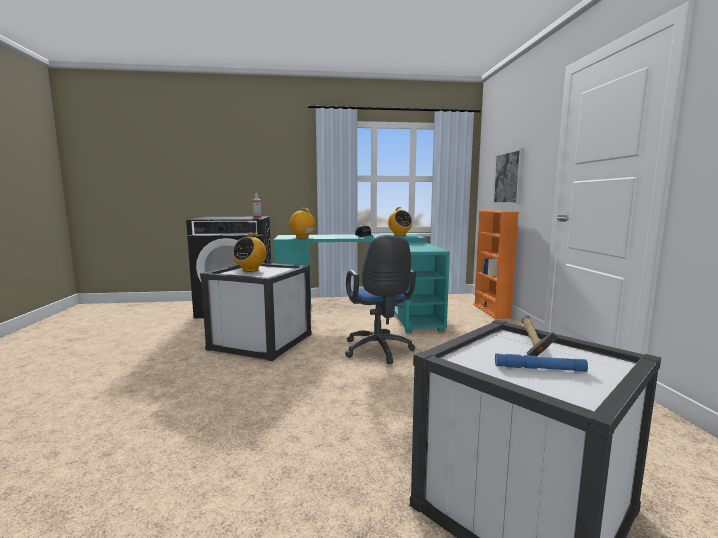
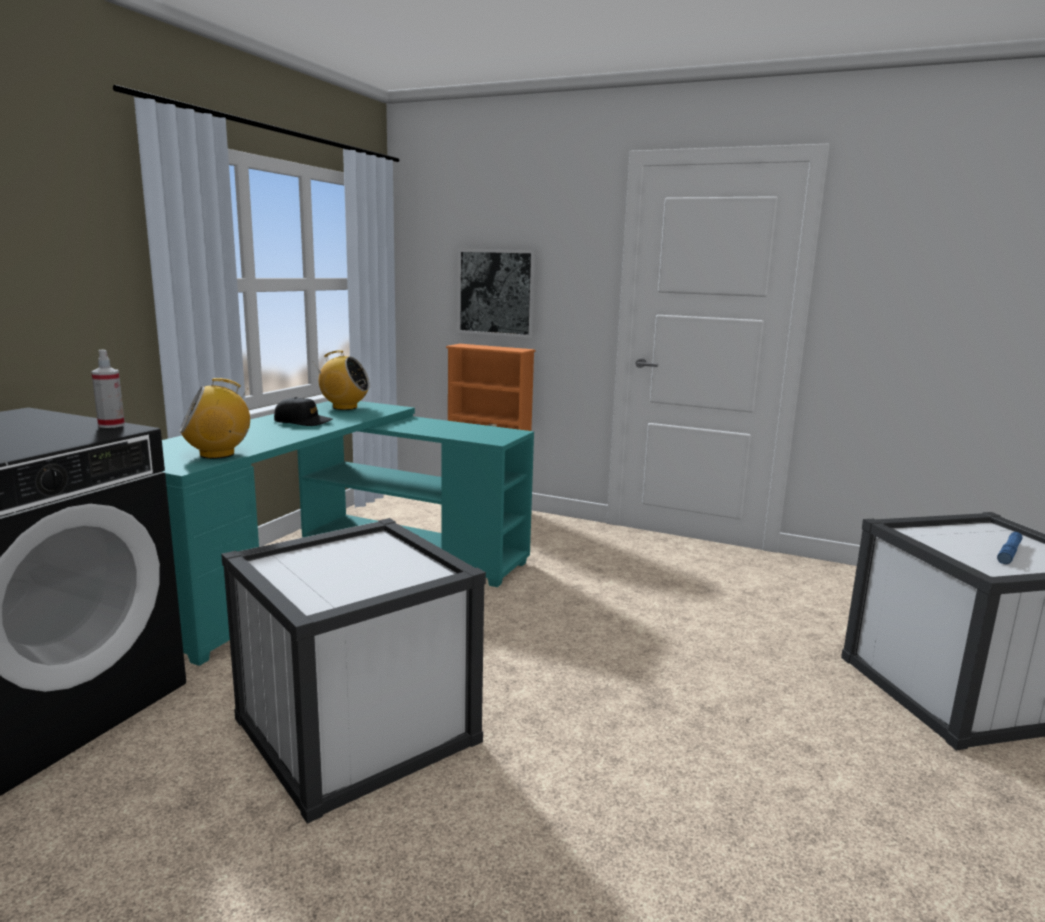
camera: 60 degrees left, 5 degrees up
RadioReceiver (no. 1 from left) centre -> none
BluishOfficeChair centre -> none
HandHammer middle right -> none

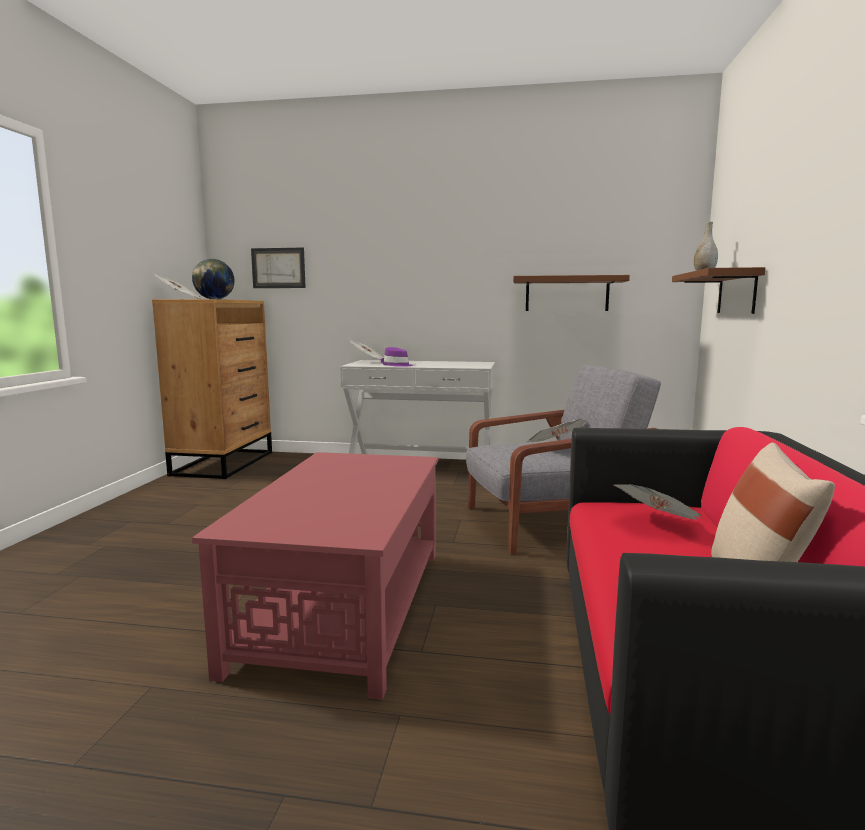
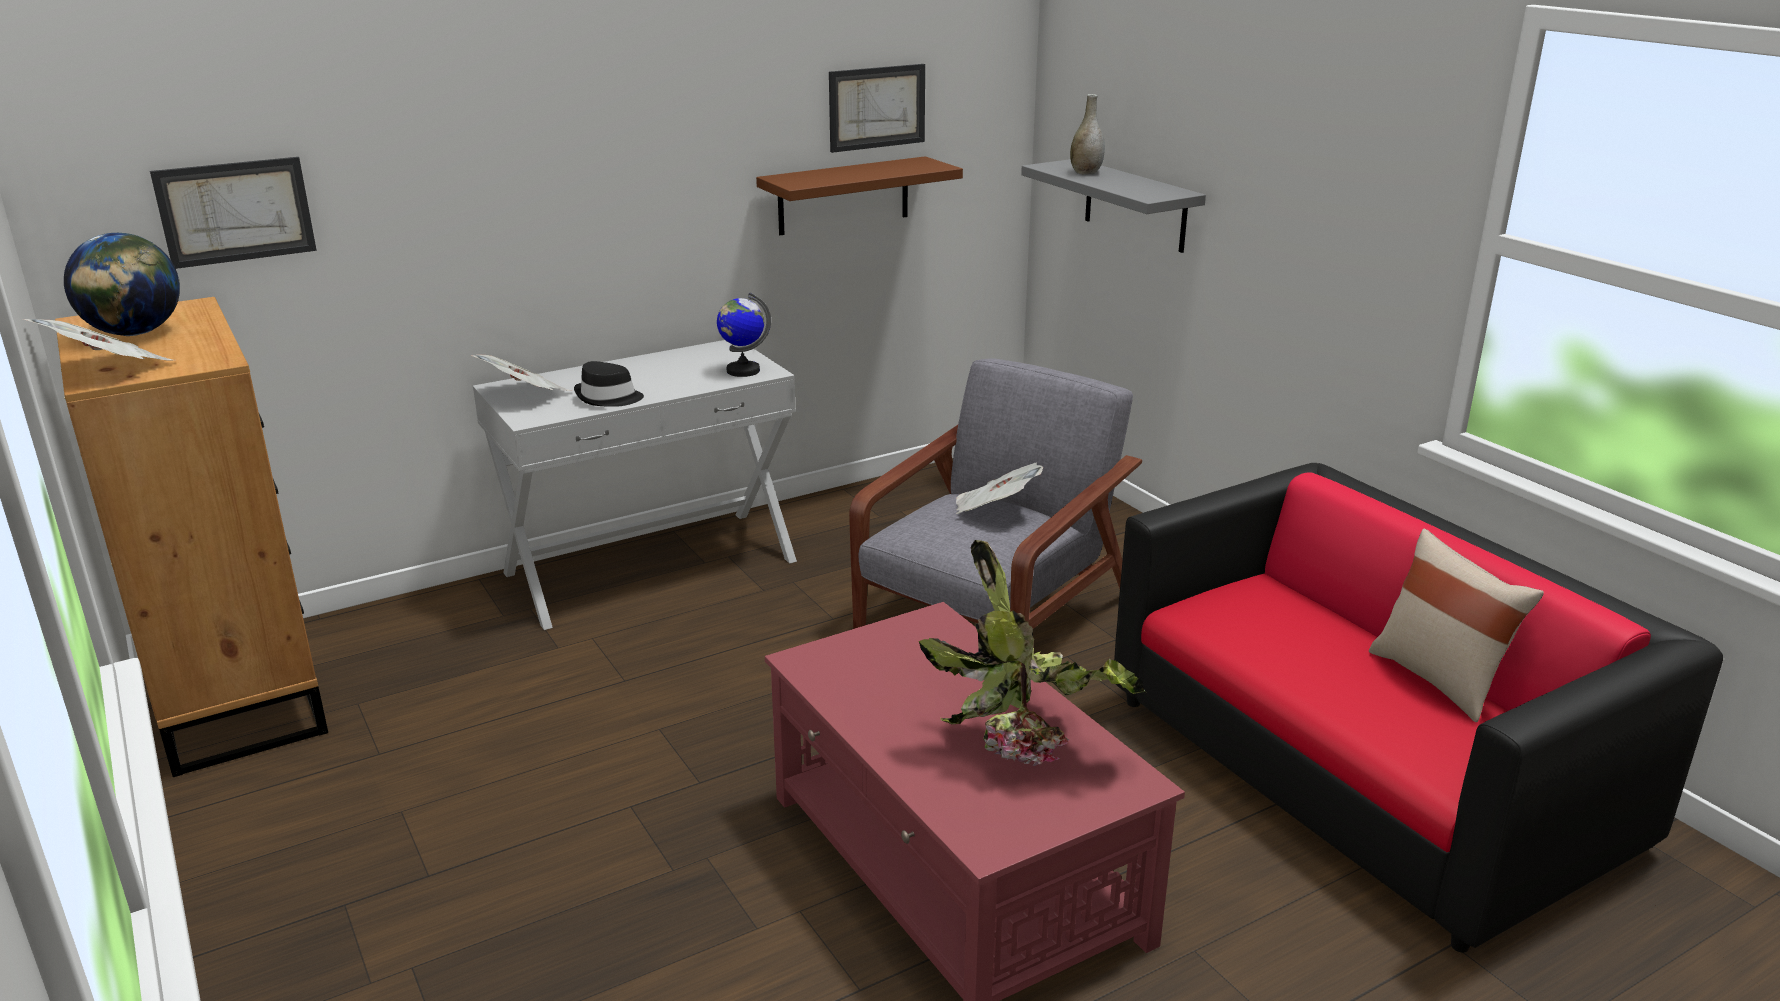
camera: 40 degrees left, 15 degrees up
PurplishHat centre -> BlackHat centre
none -> DeskGlobe (no. 2 from left) centre
none -> Picture (no. 2 from left) top centre
none -> Houseplant centre
BrownBracketShelf (no. 2 from left) middle right -> GreyishBracketShelf top centre
PrintedPaper (no. 4 from left) middle right -> none

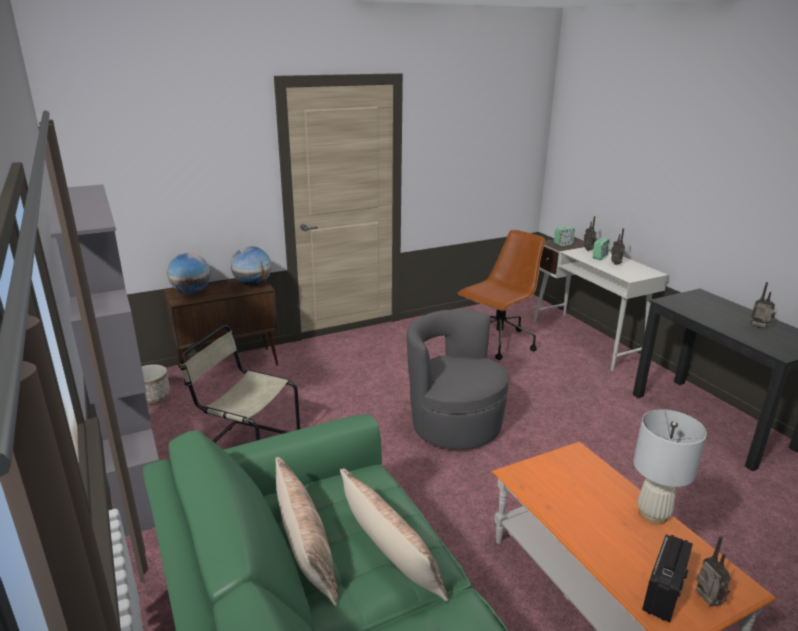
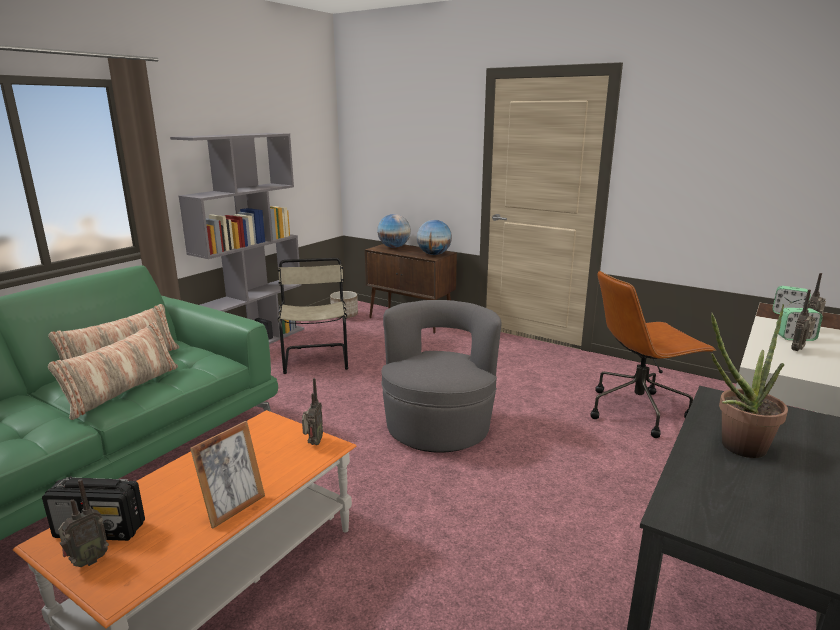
camera: 60 degrees right, 5 degrees down
WhiteColouredLampForATable bottom right -> StandingFrame bottom left
RadioReceiver (no. 5 from left in the first image) middle right -> RadioReceiver (no. 3 from left) centre, shifted
BrownOfficeChair centre -> BrownOfficeChair middle right, 150 degrees clockwise
none -> Houseplant middle right

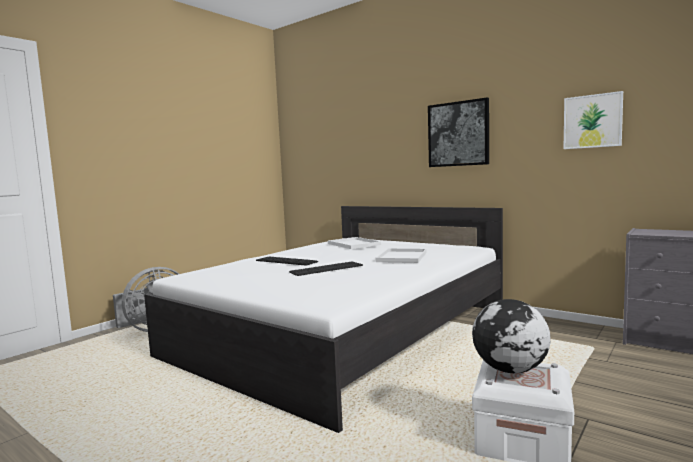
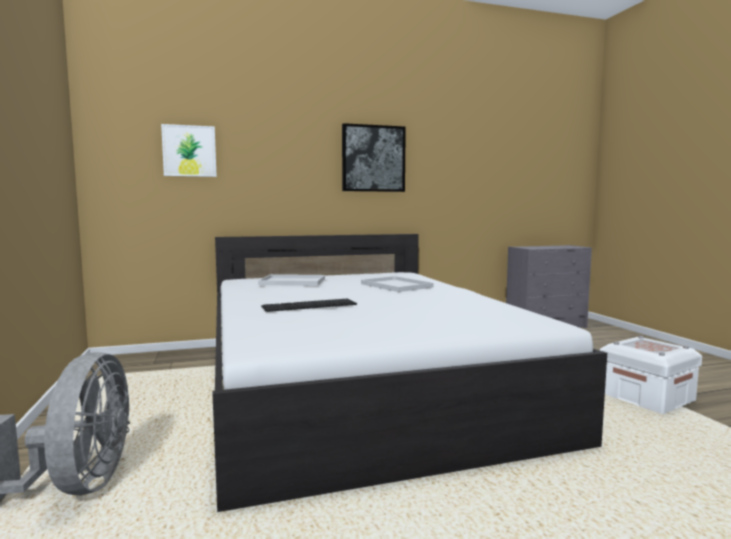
camera: 55 degrees left, 0 degrees up
Picture (no. 2 from left in the first image) top right -> Picture (no. 1 from left) top left, shifted
ComputerKeyboard (no. 2 from left) centre -> none
DeskGlobe bottom right -> none

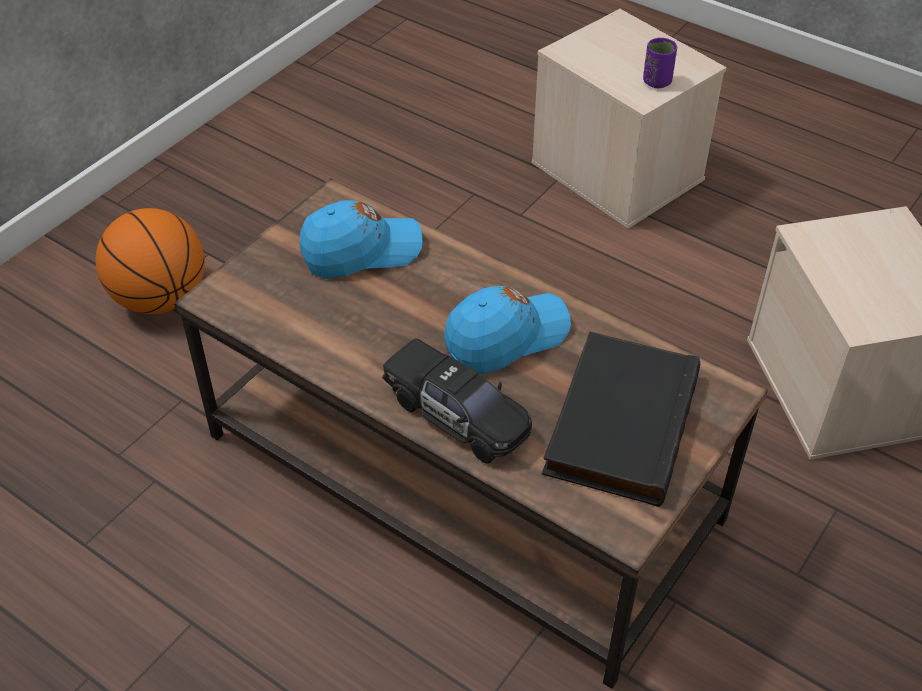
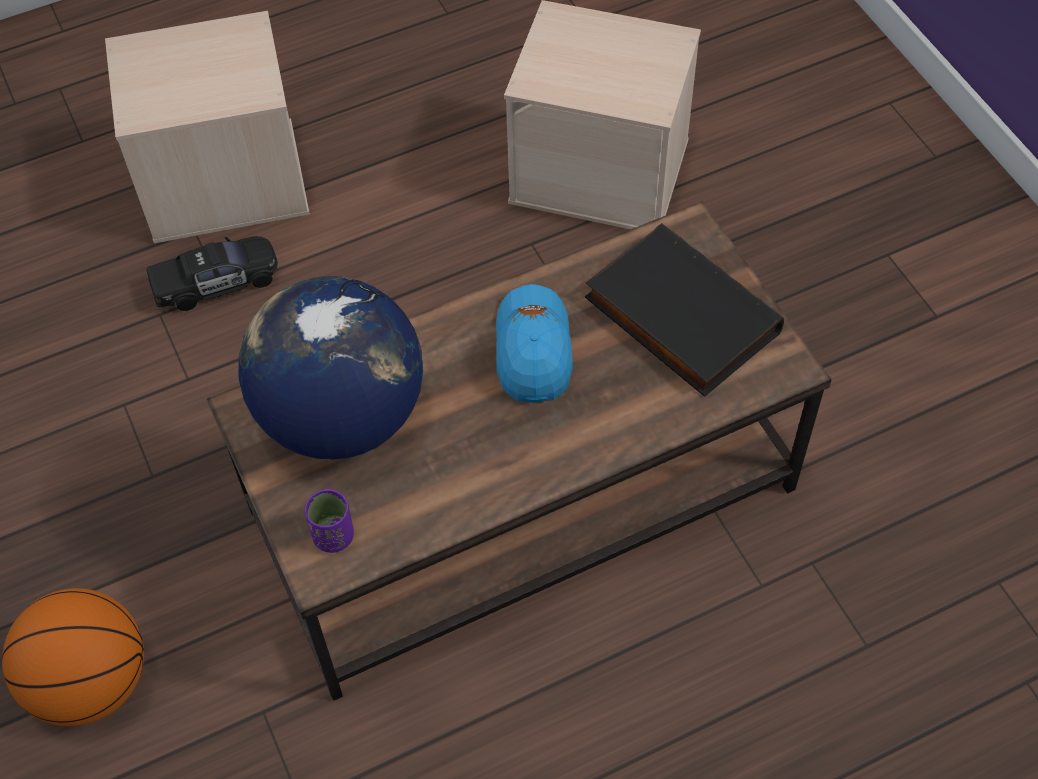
camera: 60 degrees left, 10 degrees up
BlackModelCar centre -> BlackModelCar middle left, shifted
BluishPeakedCap (no. 1 from left) centre -> DeskGlobe middle left
PurplishDrinkingCup top right -> PurplishDrinkingCup bottom left, shifted

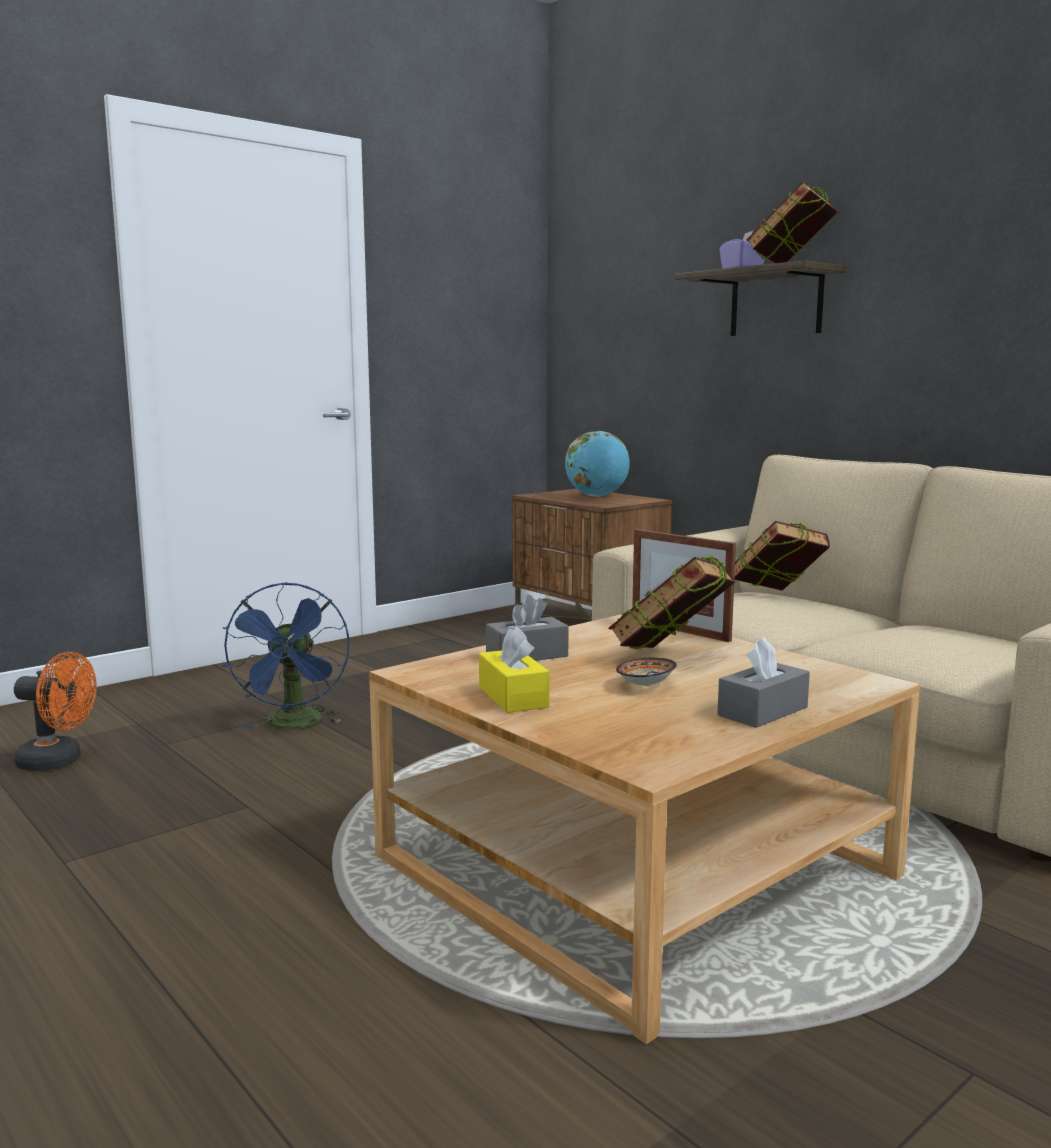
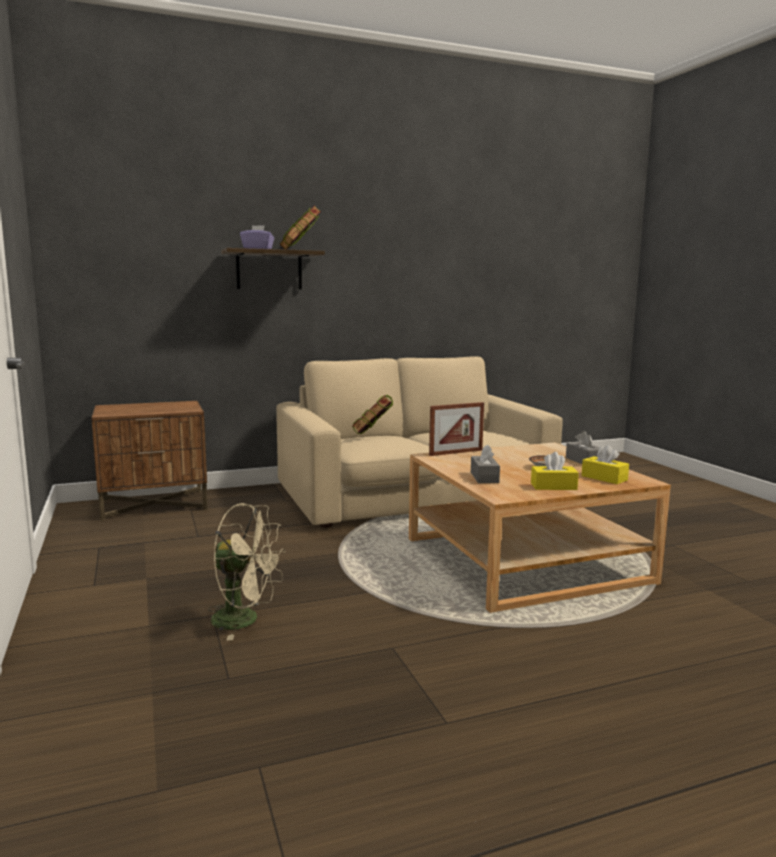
camera: 70 degrees left, 0 degrees up
BluishCoolingFan middle left -> BeigeColouredCoolingFan bottom left
none -> YellowColouredTissueBox (no. 2 from left) middle right
OrangeColouredCoolingFan middle left -> none
DeskGlobe centre -> none
Book (no. 1 from left) centre -> none

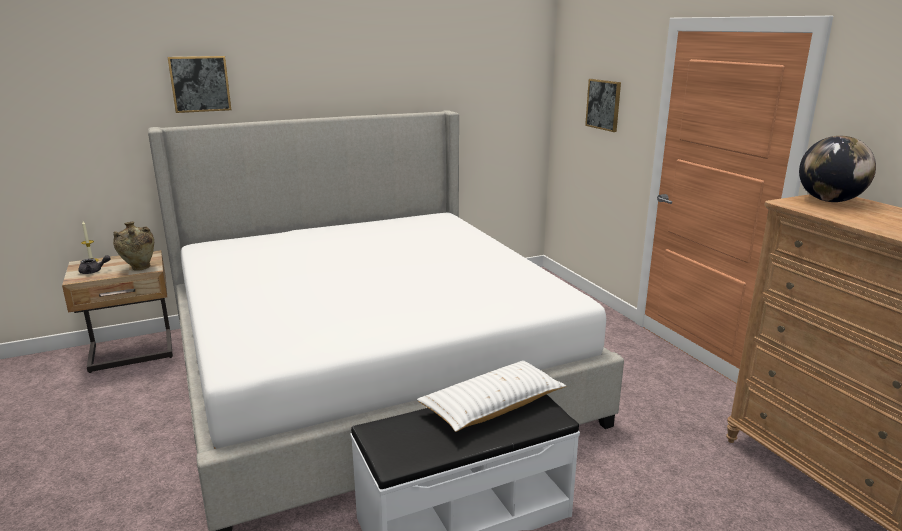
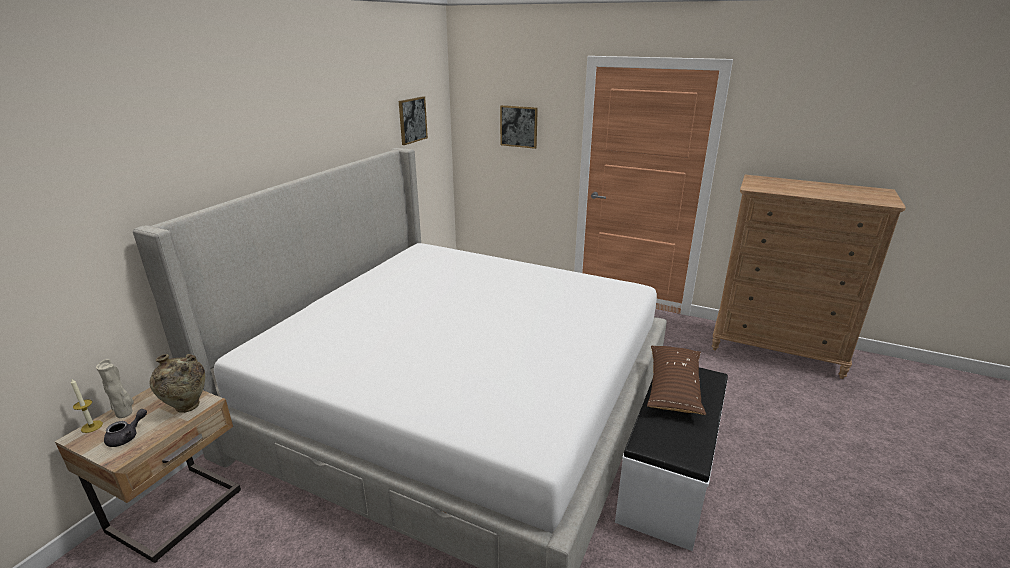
camera: 40 degrees left, 5 degrees up
none -> BeigeColouredDecorativeVase (no. 1 from left) bottom left
Picture (no. 1 from left) top left -> Picture (no. 1 from left) top centre, shifted
WhiteColouredCushion bottom centre -> BrownCushion bottom right
DeskGlobe top right -> none

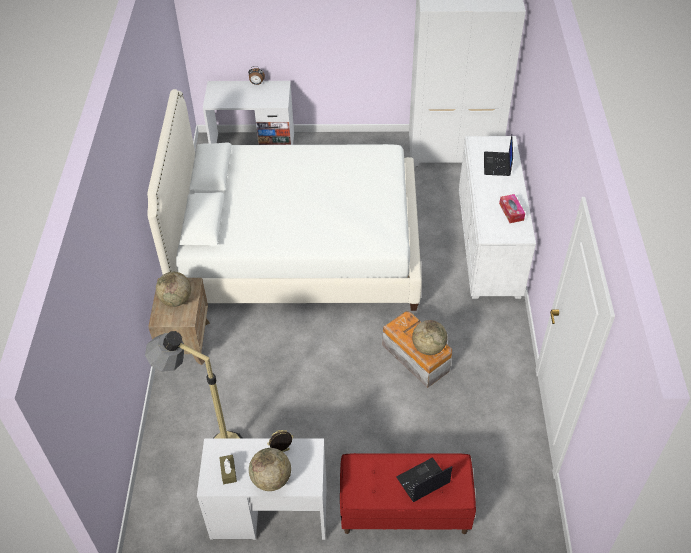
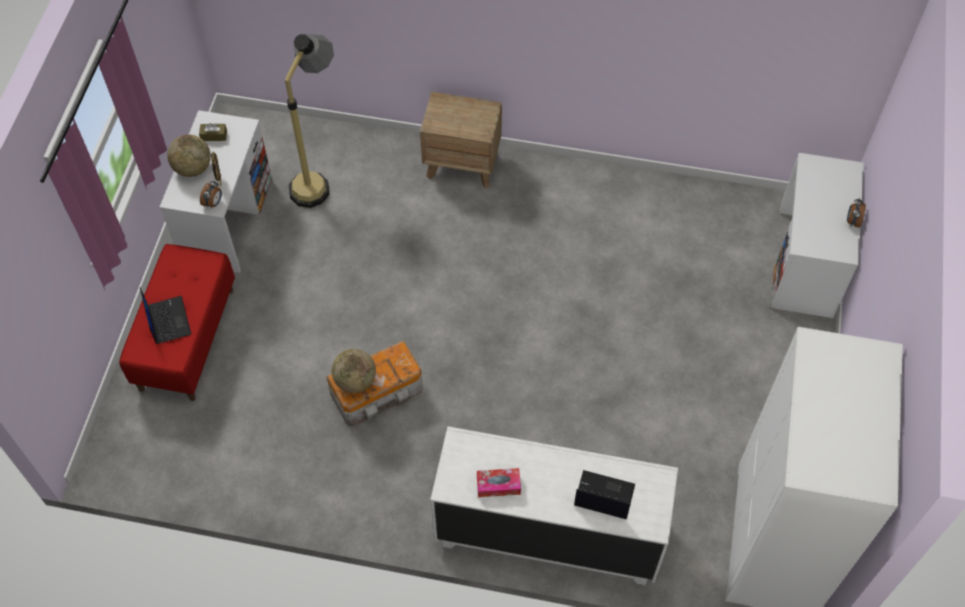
camera: 100 degrees right, 10 degrees up
none -> TableClock (no. 1 from left) top left
WhiteColouredSleepingBed centre -> none
DeskGlobe (no. 1 from left) middle left -> none

